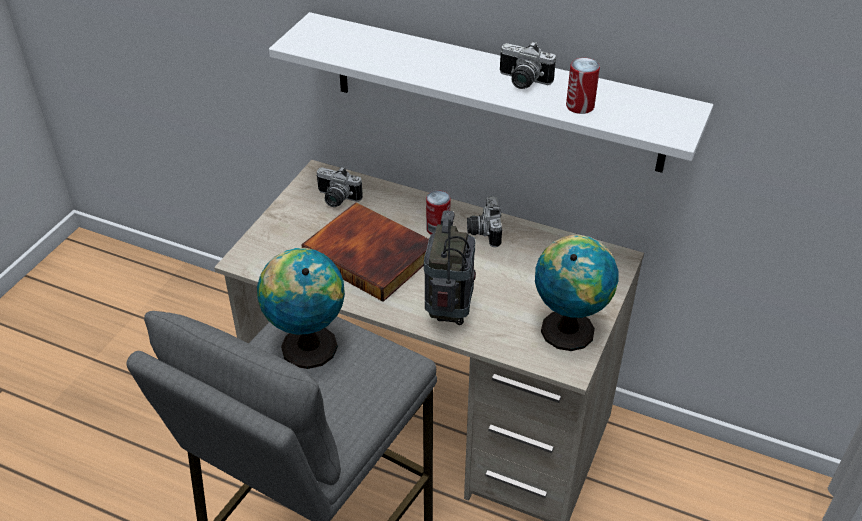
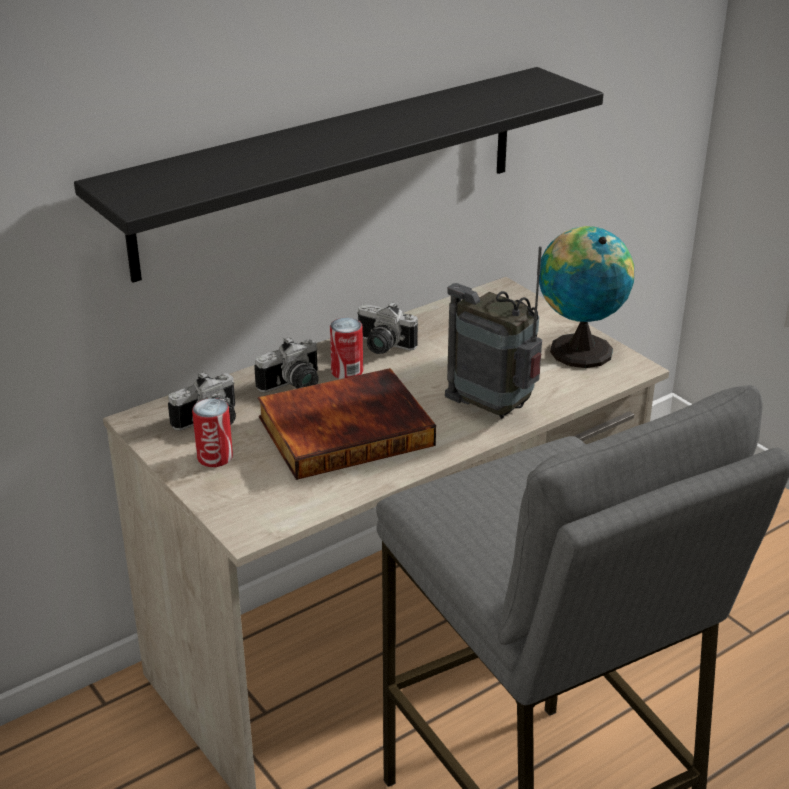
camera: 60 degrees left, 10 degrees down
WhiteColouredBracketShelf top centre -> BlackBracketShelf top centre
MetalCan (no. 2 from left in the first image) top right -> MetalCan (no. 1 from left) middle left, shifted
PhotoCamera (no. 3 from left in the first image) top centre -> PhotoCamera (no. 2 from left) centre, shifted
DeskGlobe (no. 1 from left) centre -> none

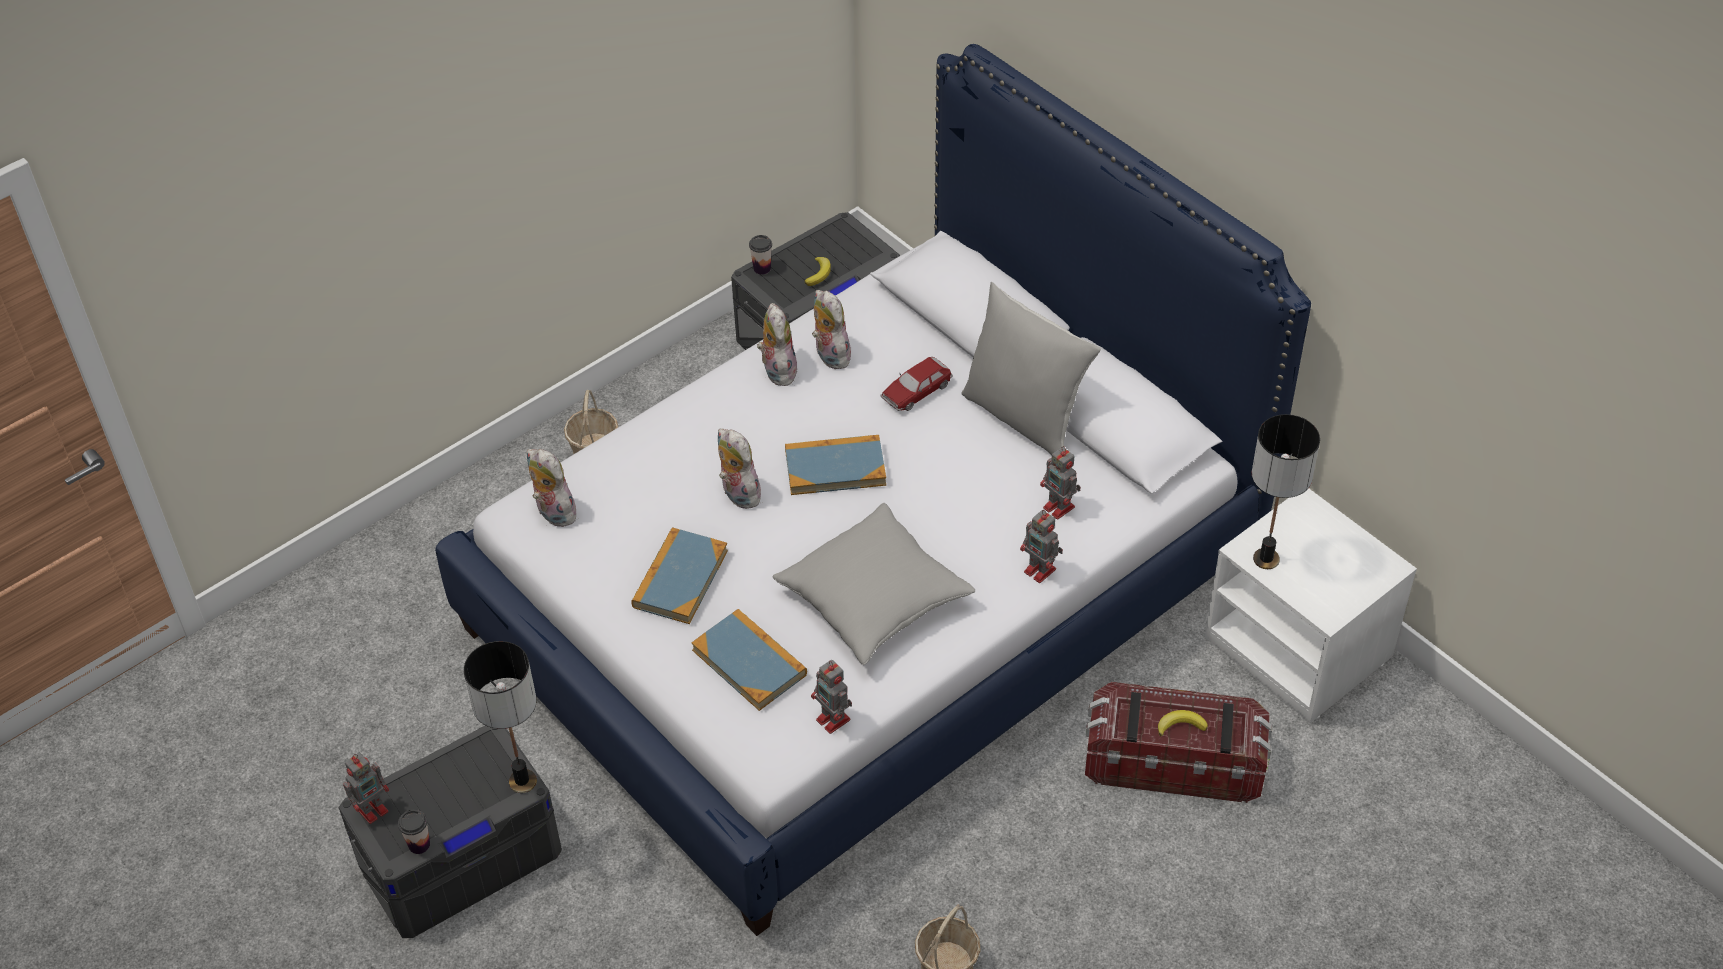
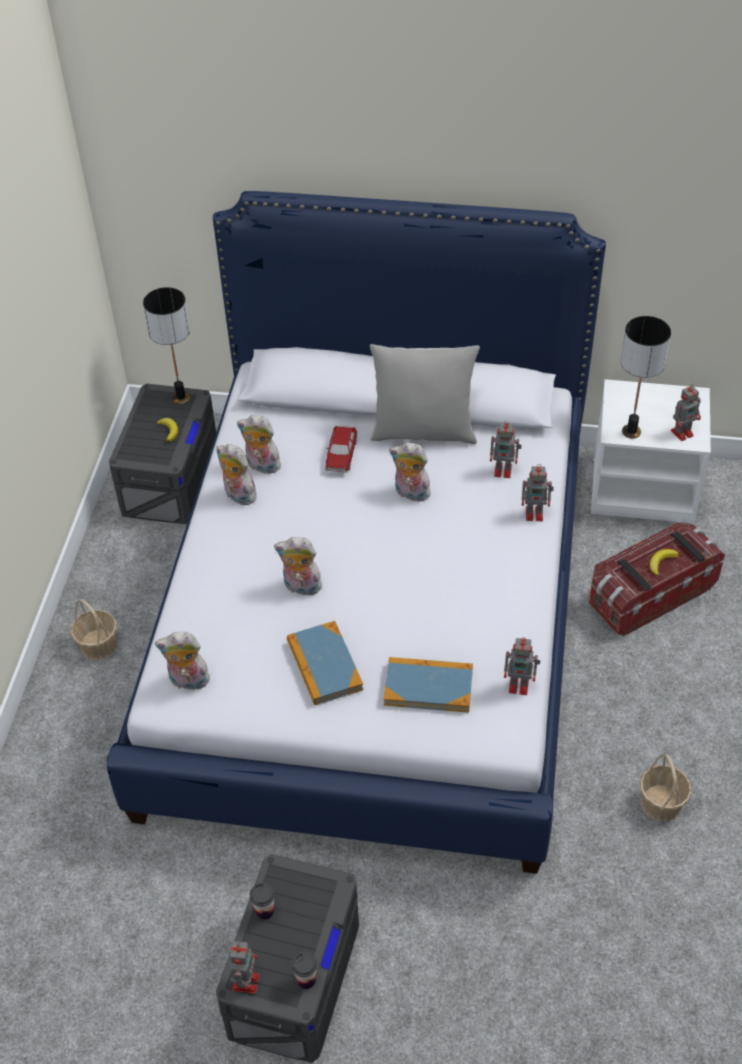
camera: 40 degrees left, 0 degrees up
LampForATable (no. 1 from left) bottom left -> LampForATable (no. 1 from left) top left, shifted
DrinkingCup (no. 2 from left in the first image) top centre -> DrinkingCup (no. 1 from left) bottom centre, shifted
none -> SoftToy (no. 5 from left) centre
none -> ToyRobot (no. 5 from left) middle right
GreyishCushion (no. 1 from left) centre -> none
Book (no. 3 from left) centre -> none

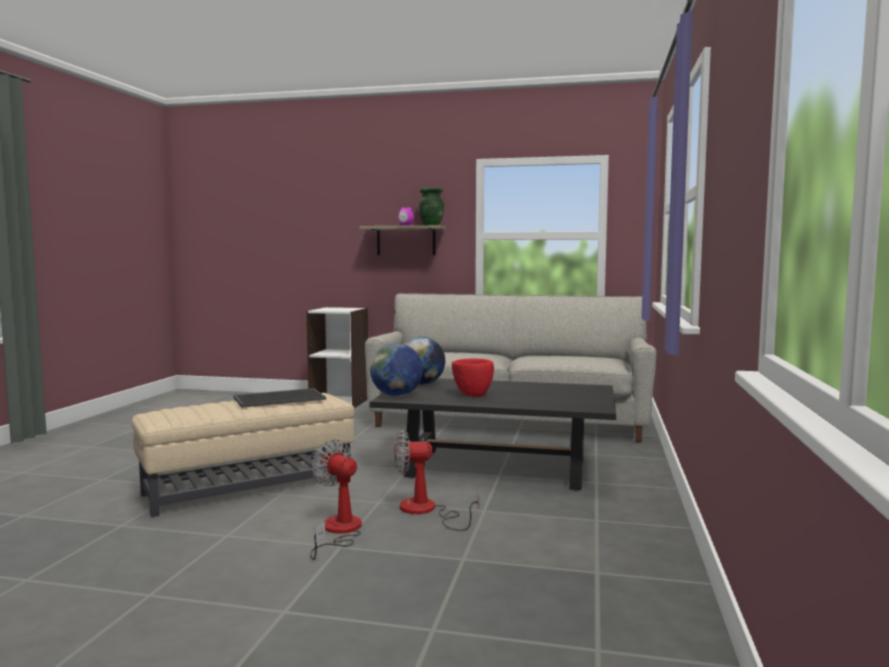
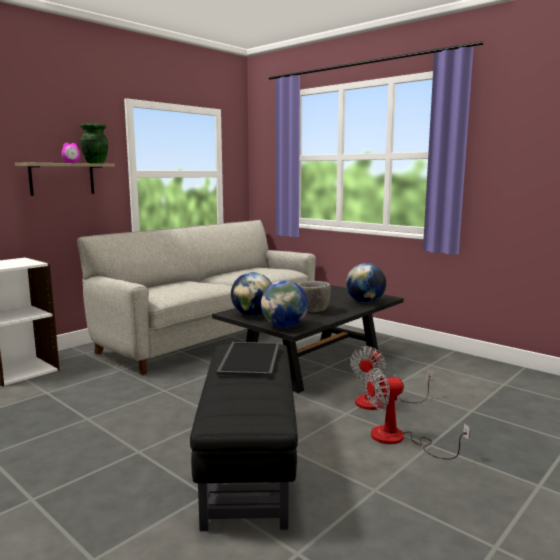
camera: 60 degrees left, 5 degrees up
BeigeColouredFootrest bottom left -> BlackFootrest bottom centre
RedColouredServingBowl centre -> GreyishServingBowl centre
none -> DeskGlobe (no. 3 from left) centre

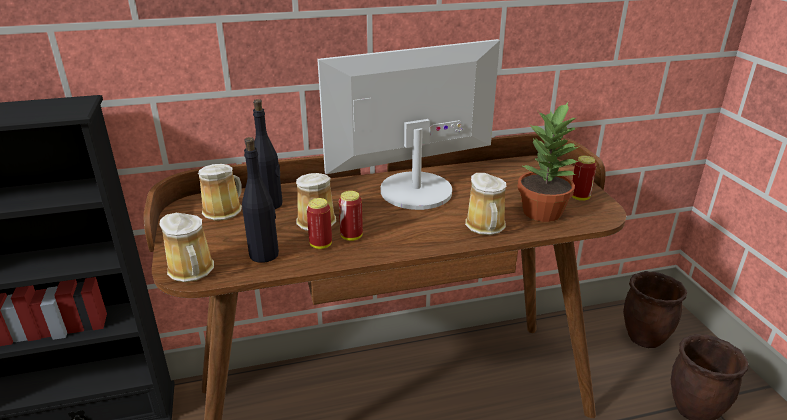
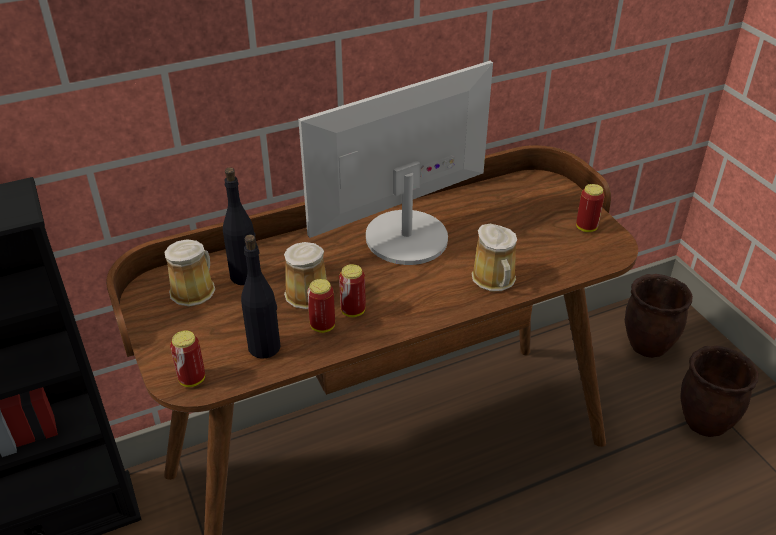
camera: 10 degrees left, 10 degrees up
TeaMug (no. 1 from left) middle left -> MetalCan (no. 1 from left) bottom left
Houseplant middle right -> none

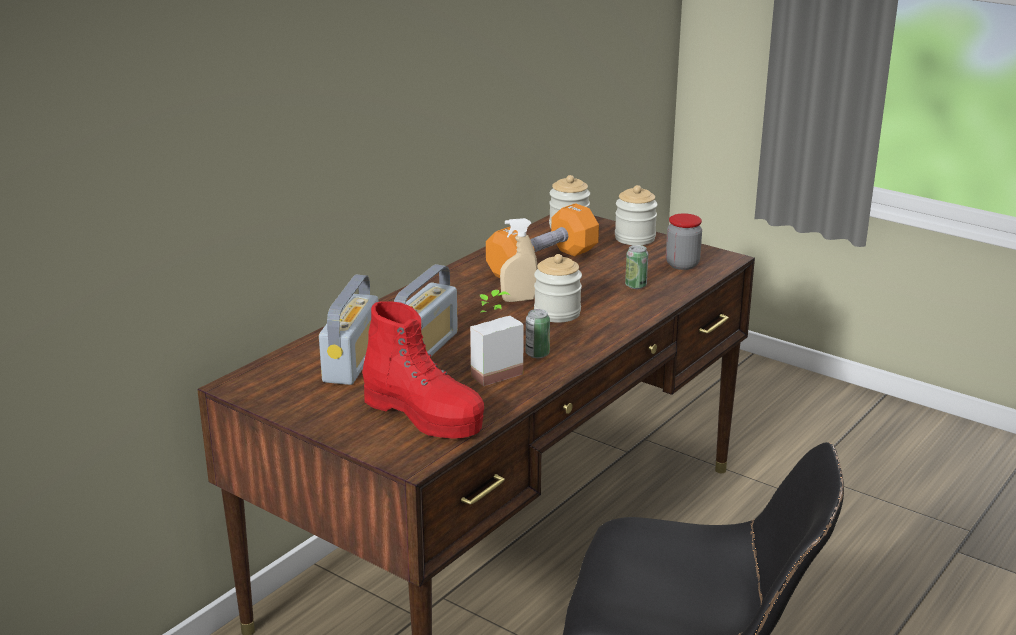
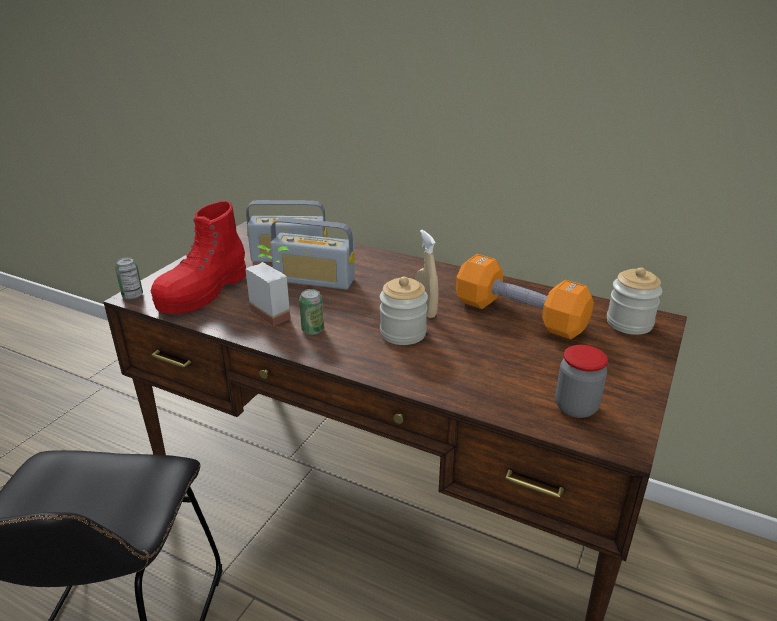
camera: 80 degrees right, 5 degrees up
MetalCan (no. 2 from left in the first image) centre -> MetalCan (no. 1 from left) middle left, shifted
PreserveJar (no. 3 from left) centre -> none

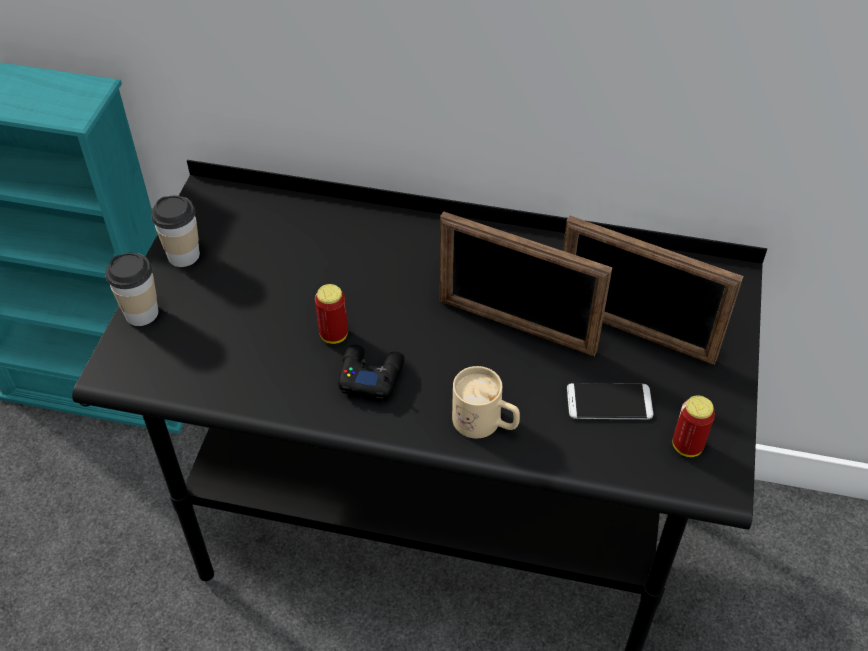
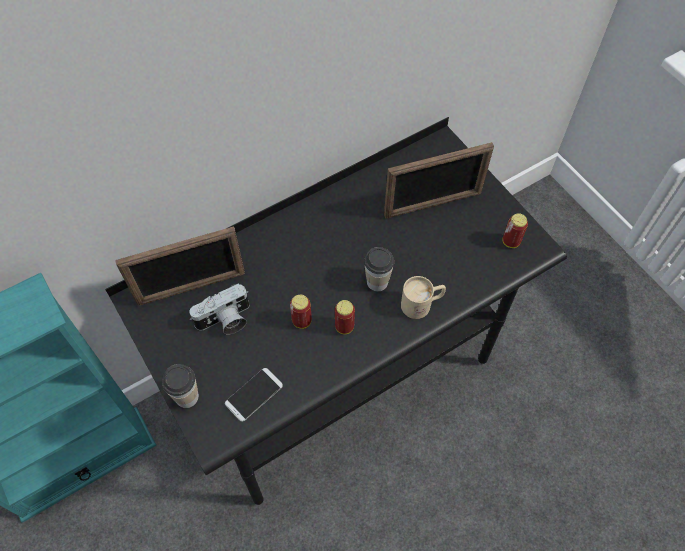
camera: 45 degrees left, 10 degrees up
StandingFrame (no. 1 from left) centre -> StandingFrame (no. 1 from left) middle left, shifted
none -> PhotoCamera middle left
Telephone middle right -> Telephone bottom centre, shifted
BlackGamepad centre -> MetalCan (no. 2 from left) centre
DrinkingCup (no. 2 from left) middle left -> DrinkingCup (no. 2 from left) centre, shifted

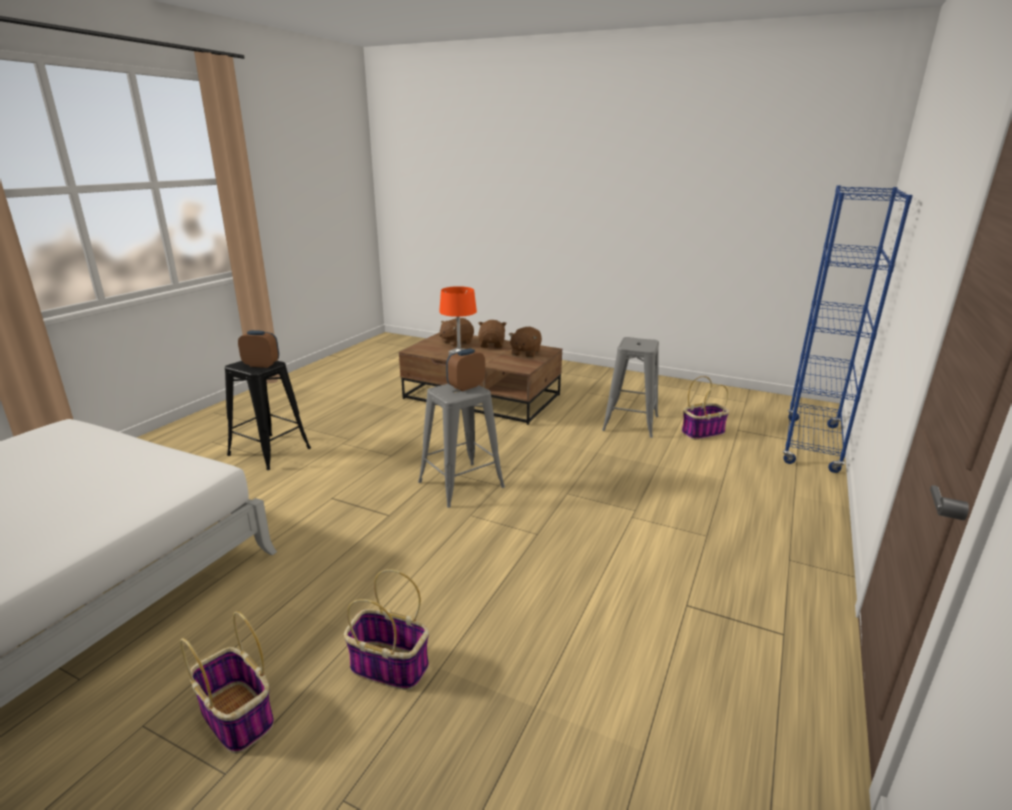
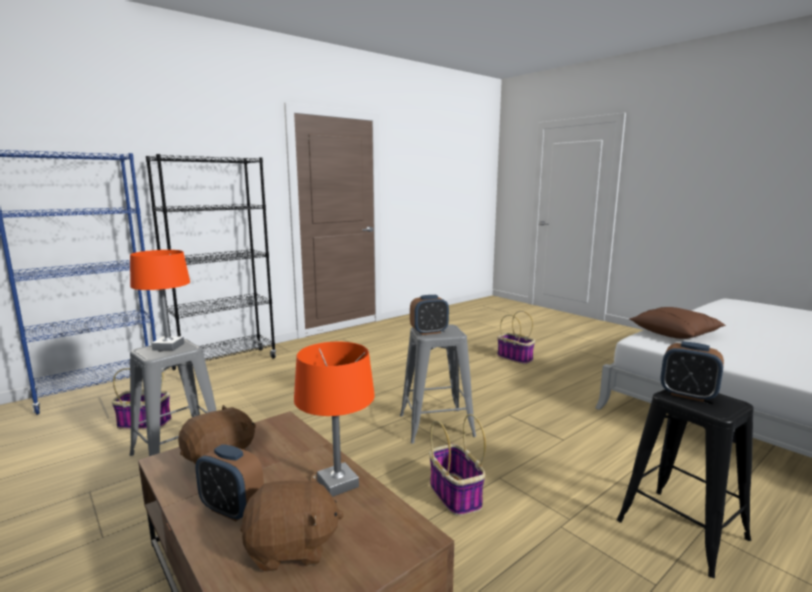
camera: 155 degrees left, 10 degrees down
none -> OrangeColouredLampForATable (no. 1 from left) middle left
none -> BlackShelvingUnit middle left
BrownSoftToy (no. 2 from left) centre -> TableClock (no. 1 from left) bottom left
StorageBasket (no. 1 from left in the first image) bottom left -> StorageBasket (no. 2 from left) bottom centre, shifted
none -> BrownCushion middle right

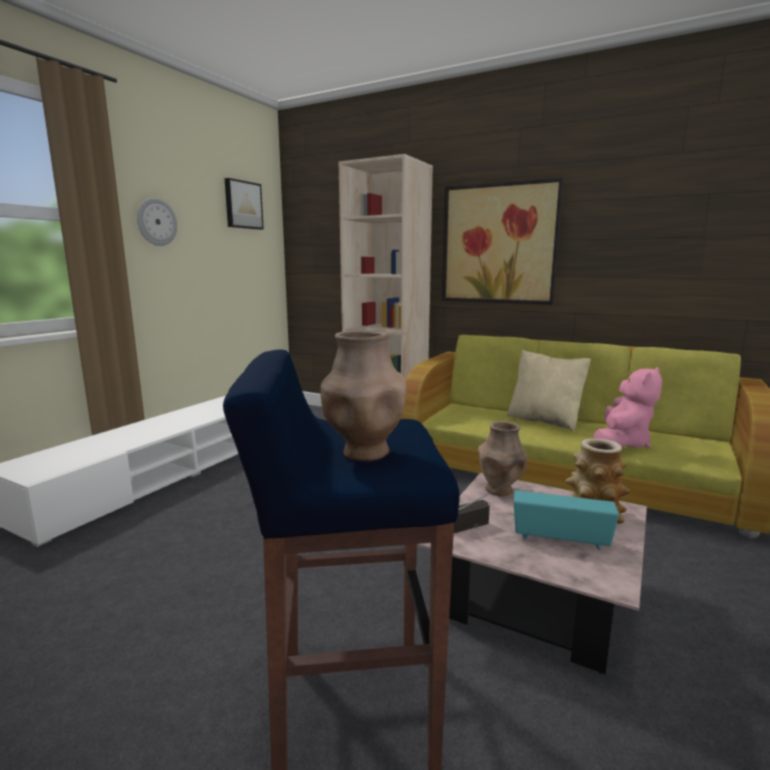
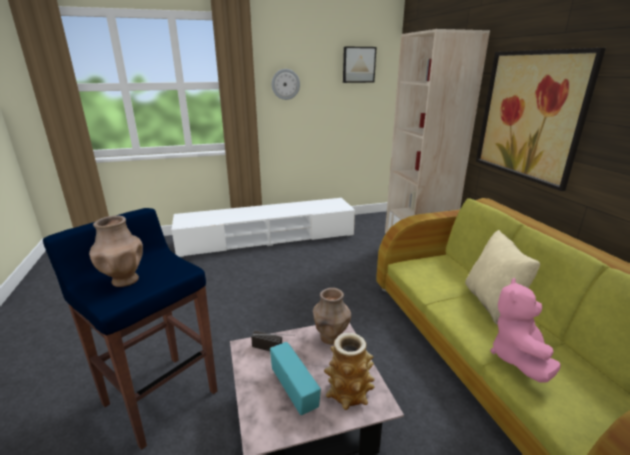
camera: 45 degrees right, 10 degrees up
PinkSoftToy middle right -> PinkSoftToy bottom right, 120 degrees clockwise

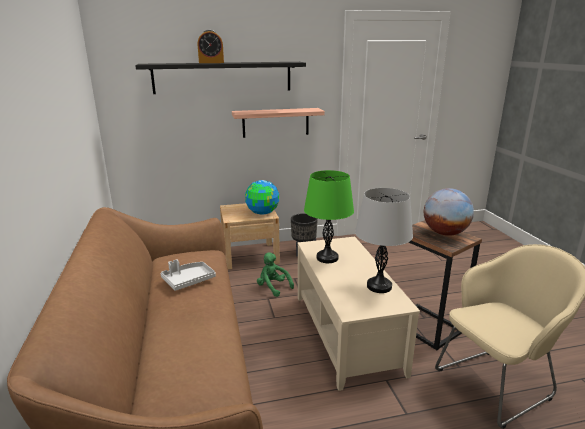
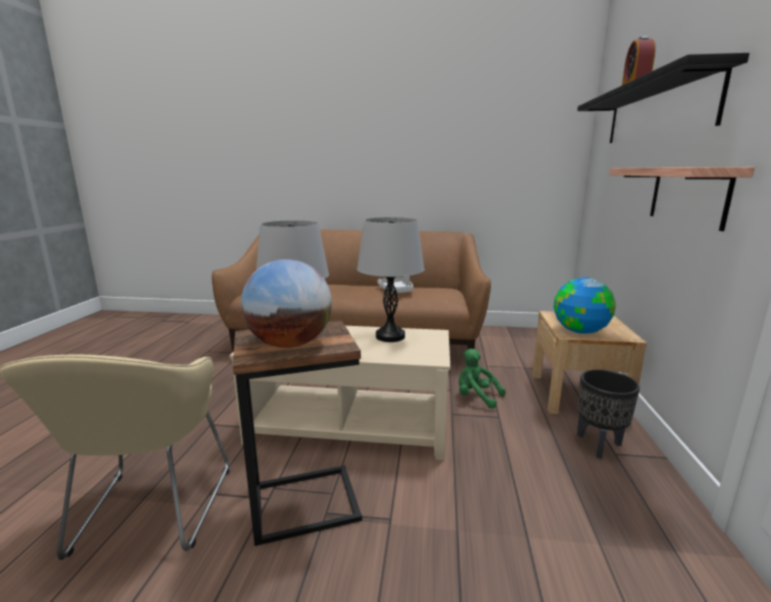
camera: 110 degrees right, 5 degrees down
GreenColouredLampForATable centre -> GreyishLampForATable (no. 2 from left) centre
GreenColouredSoftToy centre, 120 degrees counterclockwise

